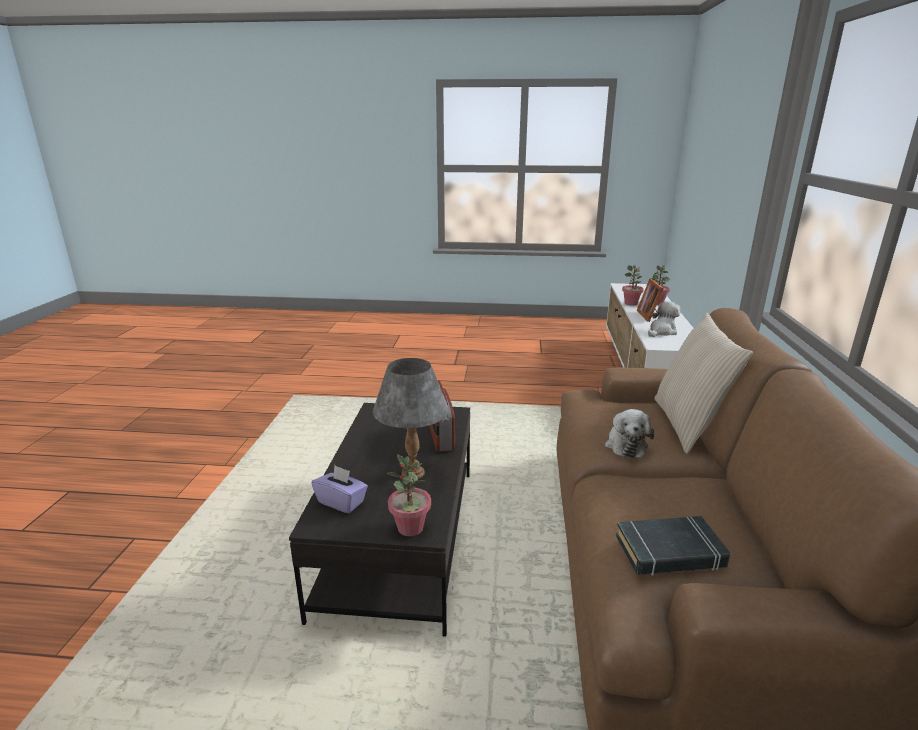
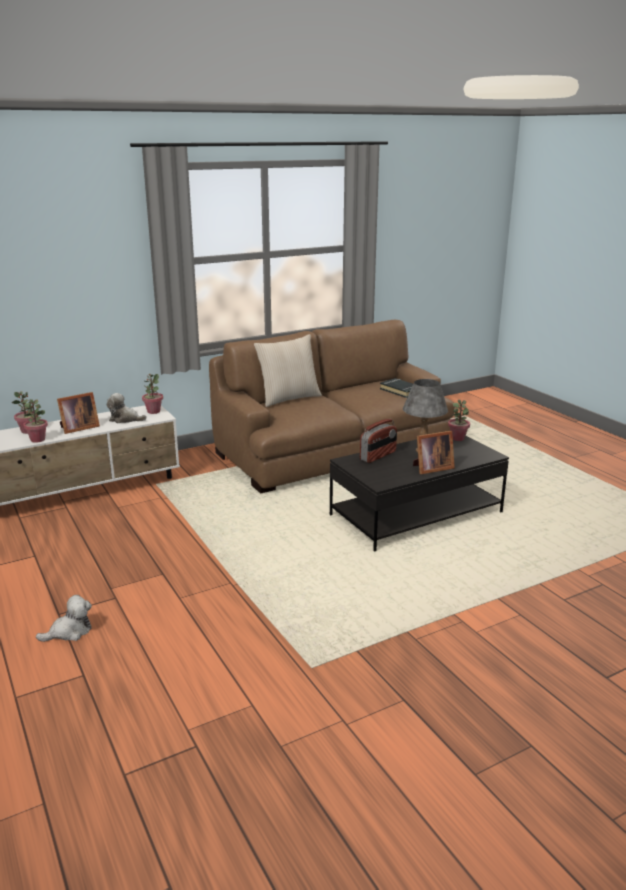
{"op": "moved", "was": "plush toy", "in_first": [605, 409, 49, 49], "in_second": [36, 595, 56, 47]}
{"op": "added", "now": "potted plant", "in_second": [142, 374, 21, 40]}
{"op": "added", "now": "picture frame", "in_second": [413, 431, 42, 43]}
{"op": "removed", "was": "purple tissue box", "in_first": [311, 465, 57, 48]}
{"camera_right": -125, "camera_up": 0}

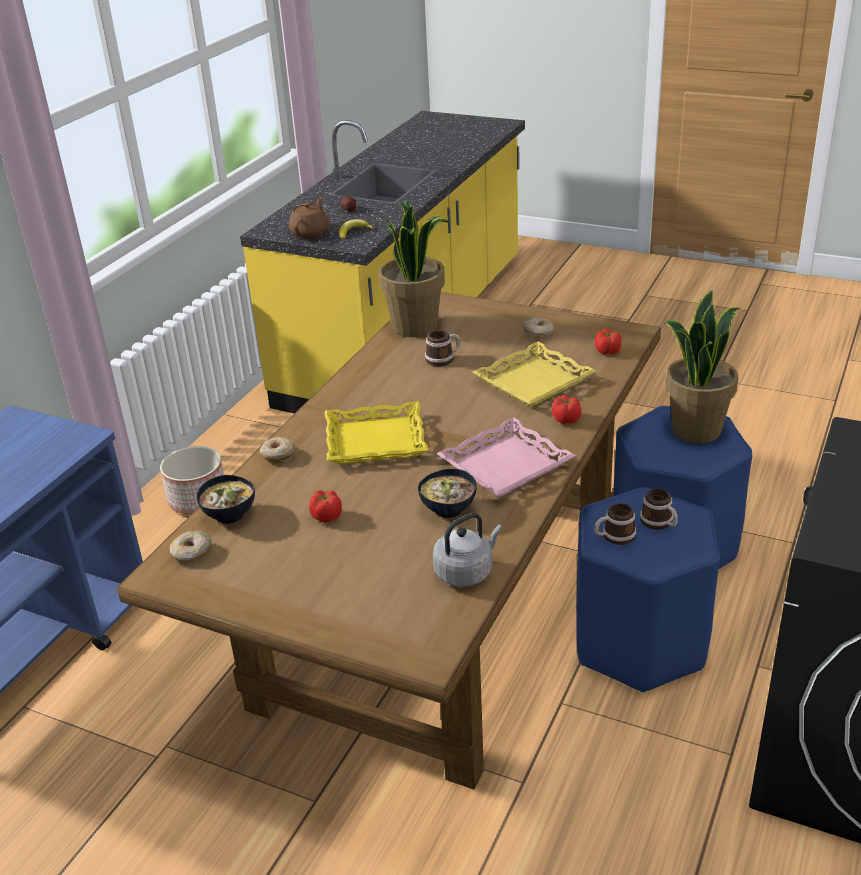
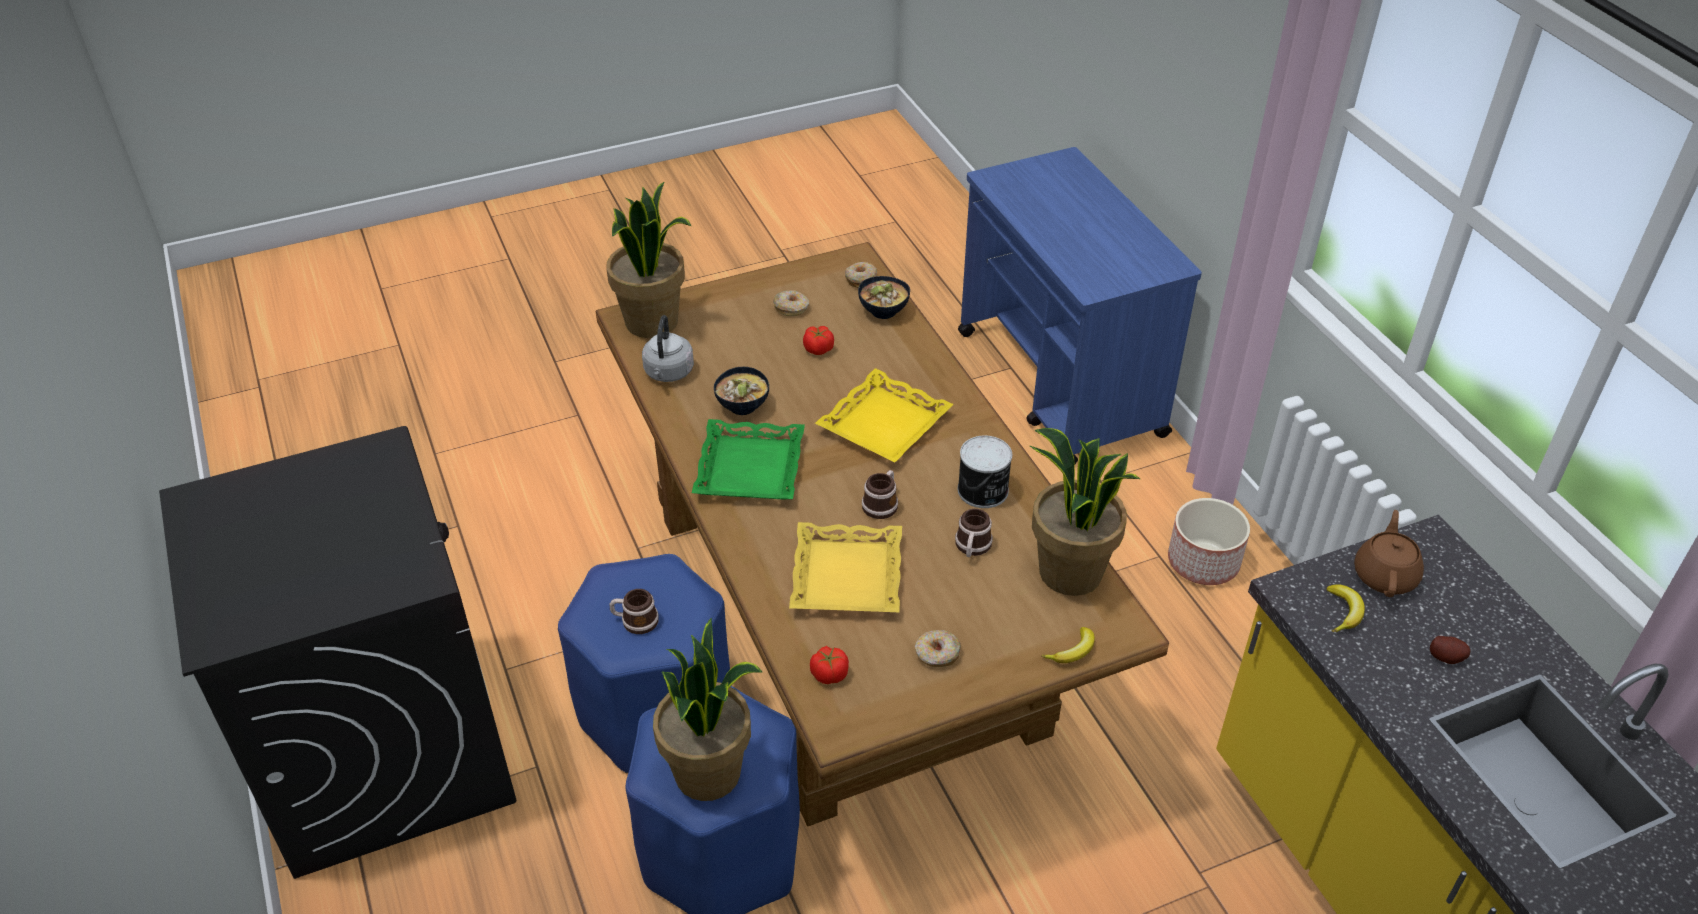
{"op": "added", "now": "potted plant", "in_second": [606, 181, 85, 157]}
{"op": "recoloured", "was": "pink tray", "now": "green tray", "in_first": [436, 417, 140, 80], "in_second": [692, 419, 113, 80]}
{"op": "moved", "was": "donut", "in_first": [260, 437, 35, 27], "in_second": [773, 290, 36, 26]}
{"op": "moved", "was": "mug", "in_first": [594, 503, 42, 42], "in_second": [862, 470, 36, 49]}
{"op": "added", "now": "can", "in_second": [958, 435, 54, 73]}
{"op": "added", "now": "banana", "in_second": [1041, 627, 54, 36]}
{"op": "turned", "was": "brown teapot", "in_first": [289, 197, 40, 41], "in_second": [1354, 510, 70, 87], "clockwise": -135}
{"op": "removed", "was": "tomato", "in_first": [552, 395, 30, 29]}
{"camera_right": 130, "camera_up": 10}

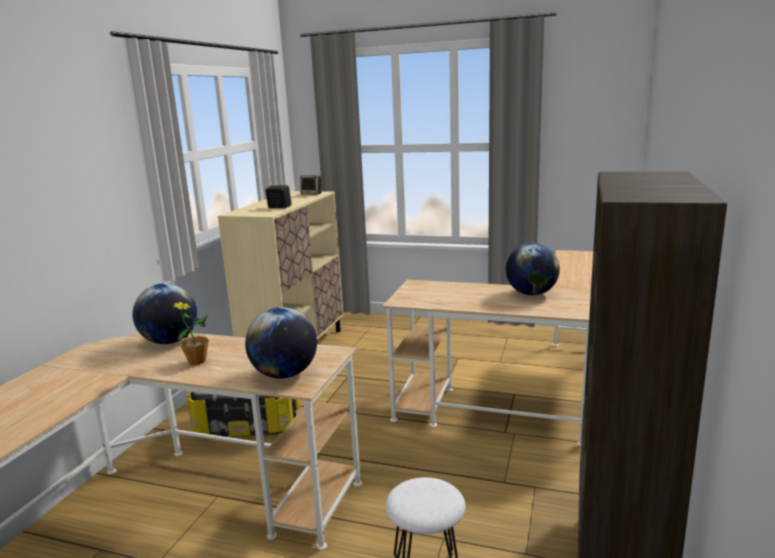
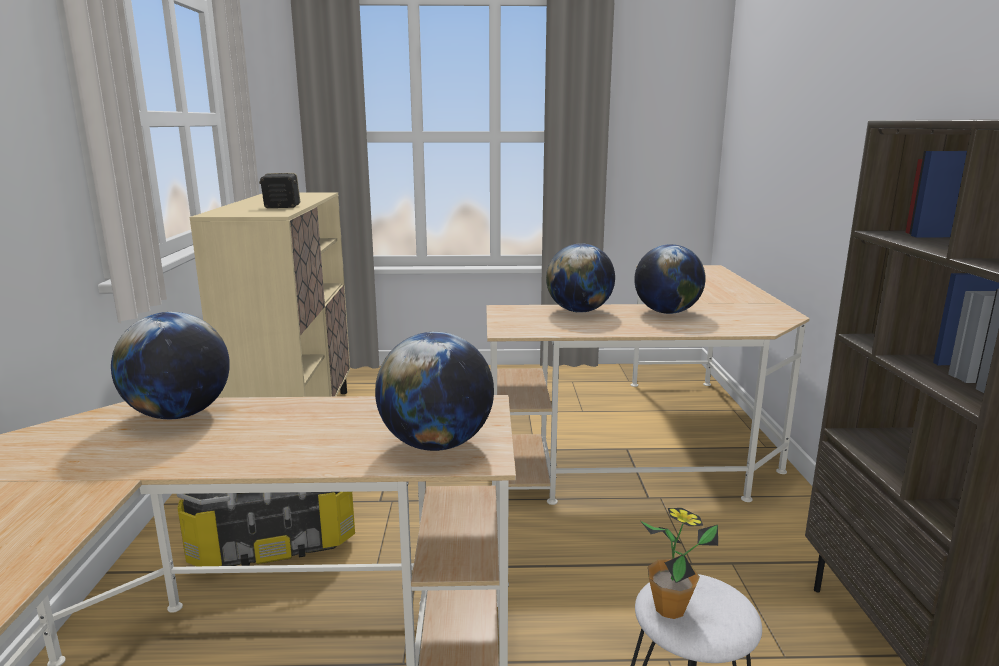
{"op": "added", "now": "globe", "in_second": [546, 243, 69, 70]}
{"op": "moved", "was": "potted plant", "in_first": [172, 302, 37, 63], "in_second": [640, 508, 78, 111]}
{"op": "removed", "was": "speaker", "in_first": [300, 175, 22, 20]}
{"camera_right": -20, "camera_up": 0}

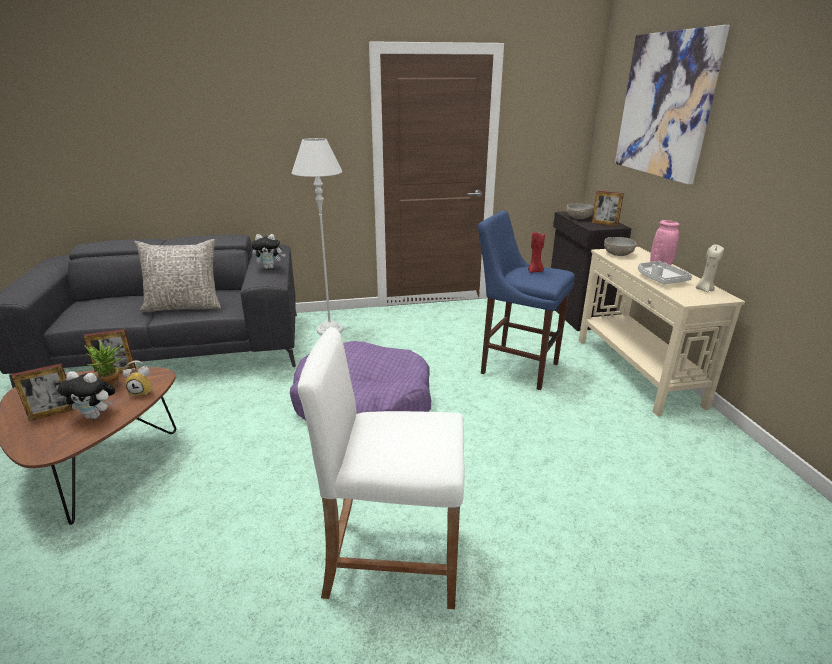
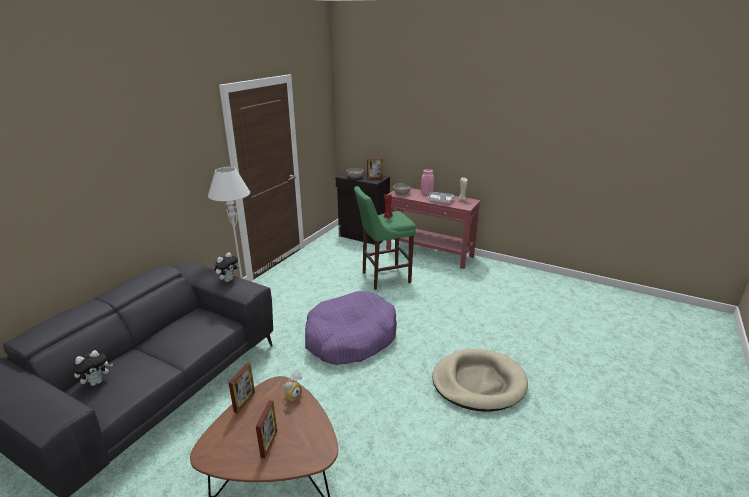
{"op": "moved", "was": "plush toy", "in_first": [57, 371, 58, 48], "in_second": [72, 350, 41, 36]}
{"op": "recoloured", "was": "blue stool", "now": "green stool", "in_first": [478, 210, 97, 180], "in_second": [354, 186, 62, 104]}
{"op": "recoloured", "was": "beige console table", "now": "red console table", "in_first": [579, 247, 166, 169], "in_second": [386, 188, 95, 81]}
{"op": "replaced", "was": "white stool", "now": "beige dog bed", "in_first": [298, 327, 167, 282], "in_second": [432, 349, 96, 62]}
{"op": "removed", "was": "potted plant", "in_first": [84, 339, 39, 48]}
{"op": "removed", "was": "grey pillow", "in_first": [134, 239, 87, 73]}
{"op": "removed", "was": "picture", "in_first": [615, 25, 115, 160]}
{"camera_right": -50, "camera_up": 0}

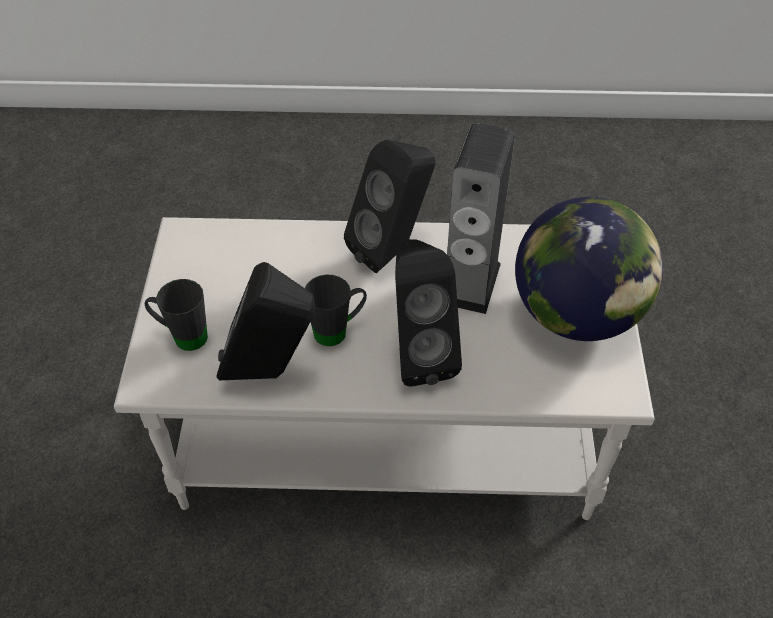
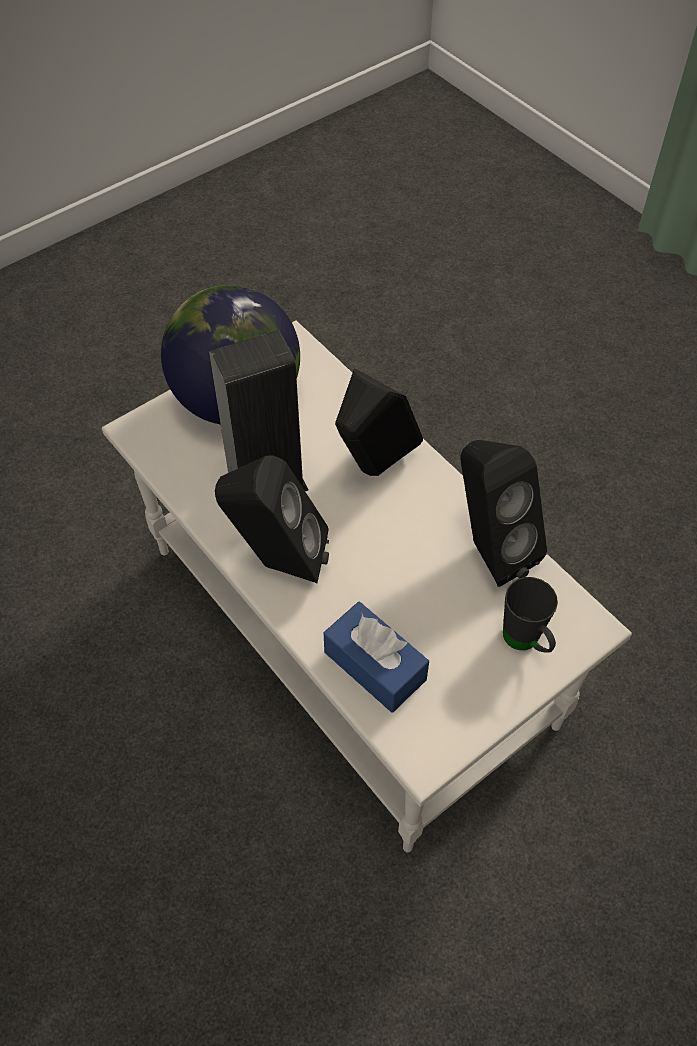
{"op": "added", "now": "blue tissue box", "in_second": [324, 602, 105, 111]}
{"op": "removed", "was": "black mug", "in_first": [305, 275, 62, 71]}
{"camera_right": -130, "camera_up": 5}

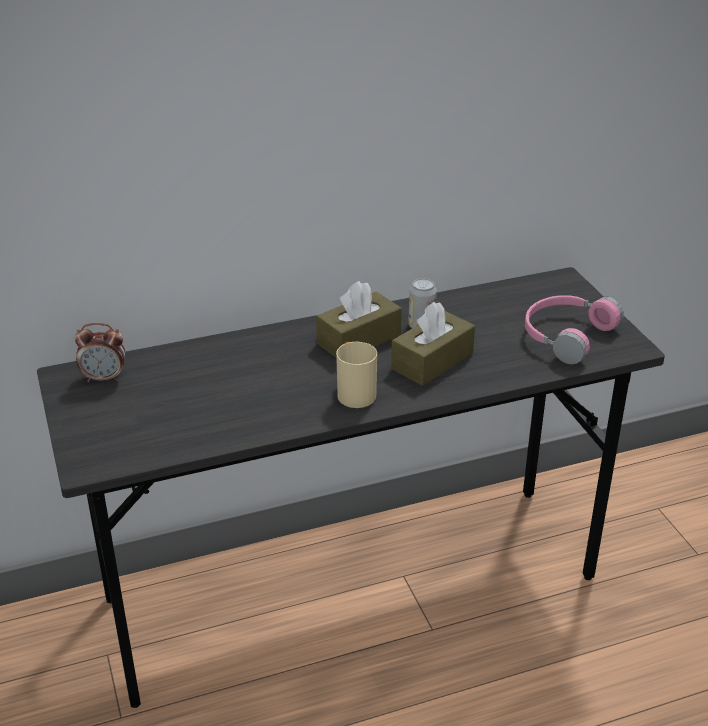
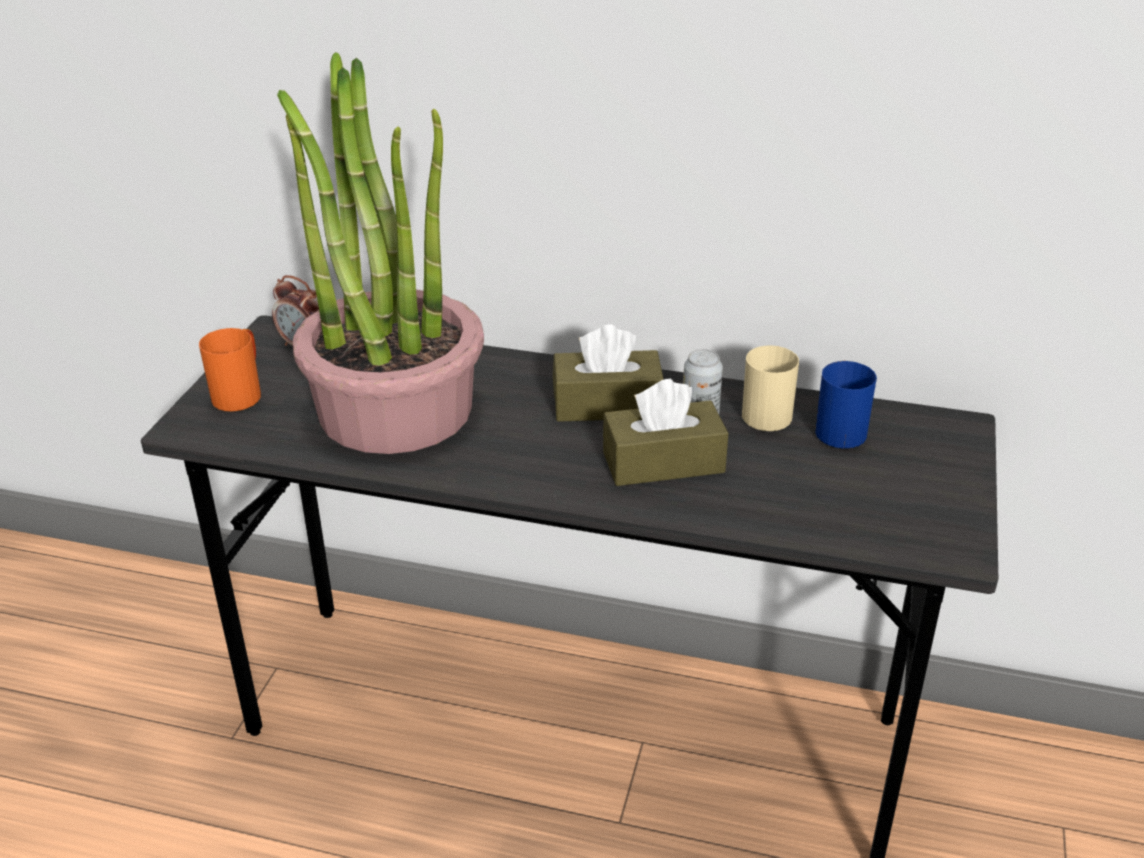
{"op": "added", "now": "orange mug", "in_second": [199, 328, 62, 84]}
{"op": "added", "now": "potted plant", "in_second": [277, 52, 207, 402]}
{"op": "moved", "was": "beige mug", "in_first": [336, 342, 41, 66], "in_second": [742, 345, 57, 86]}
{"op": "added", "now": "blue mug", "in_second": [815, 361, 62, 88]}
{"op": "removed", "was": "pink headphones", "in_first": [525, 295, 99, 69]}
{"camera_right": 35, "camera_up": 0}

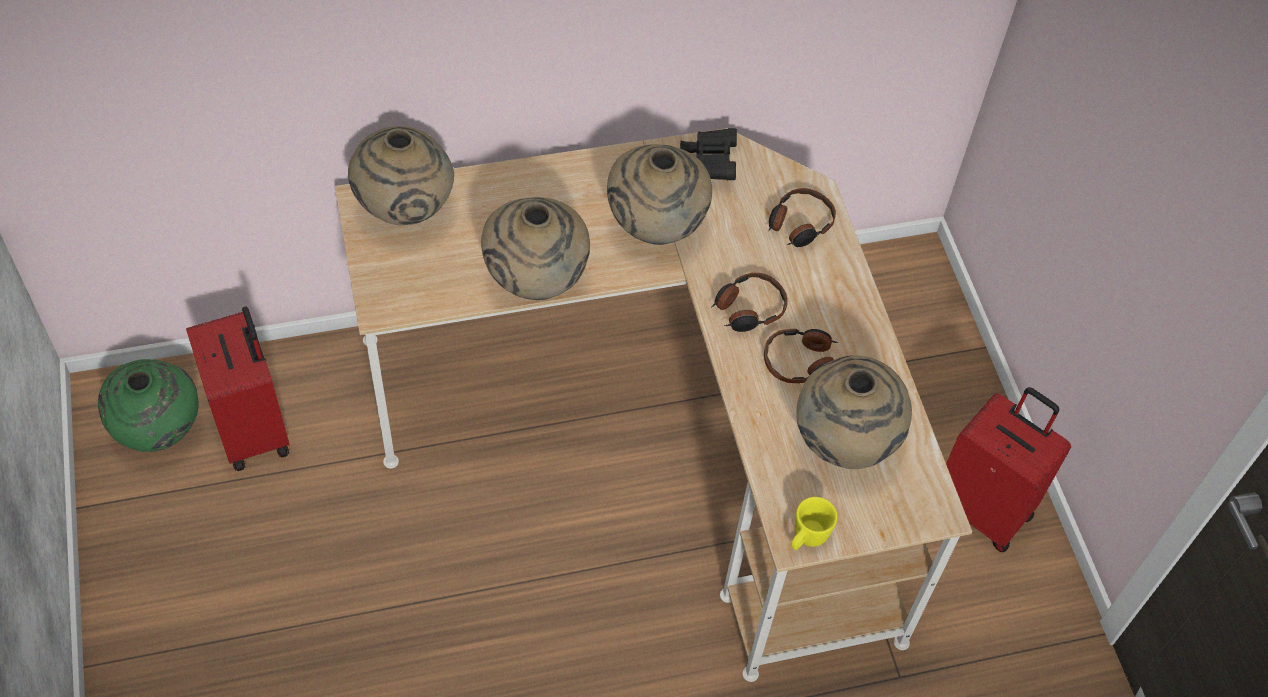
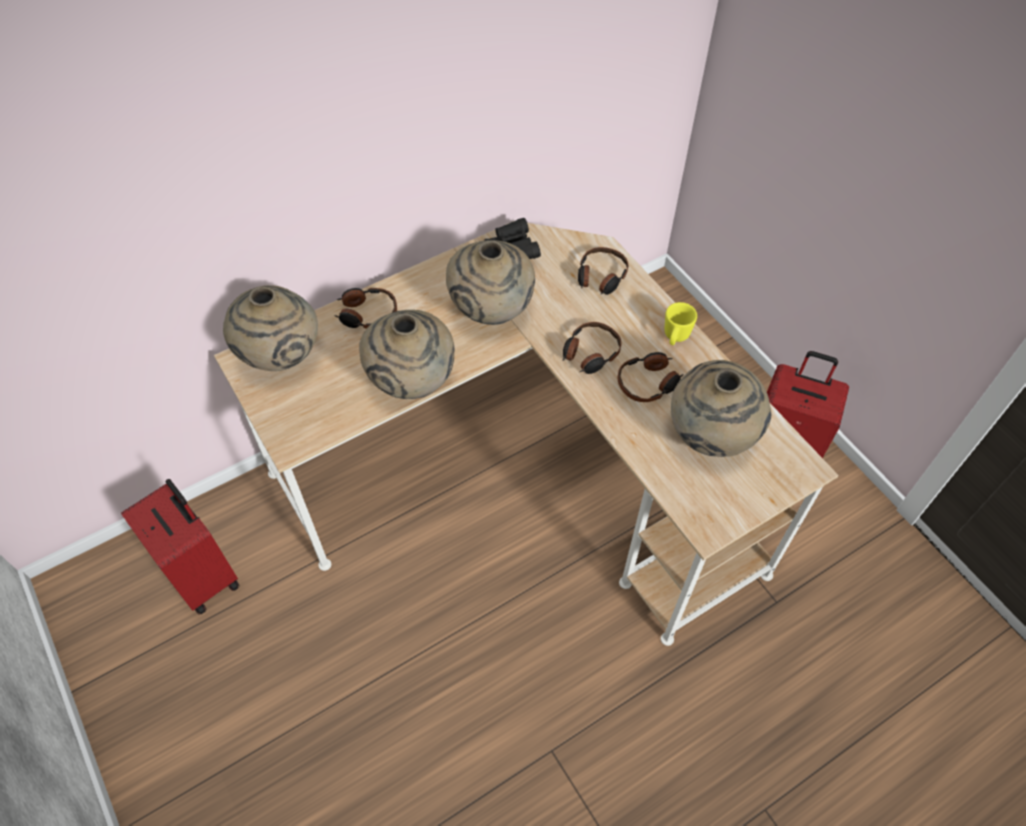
{"op": "added", "now": "headphones", "in_second": [334, 288, 63, 41]}
{"op": "moved", "was": "yellow mug", "in_first": [791, 497, 47, 53], "in_second": [665, 302, 32, 43]}
{"op": "removed", "was": "green vase", "in_first": [98, 359, 101, 93]}
{"camera_right": -15, "camera_up": 0}

